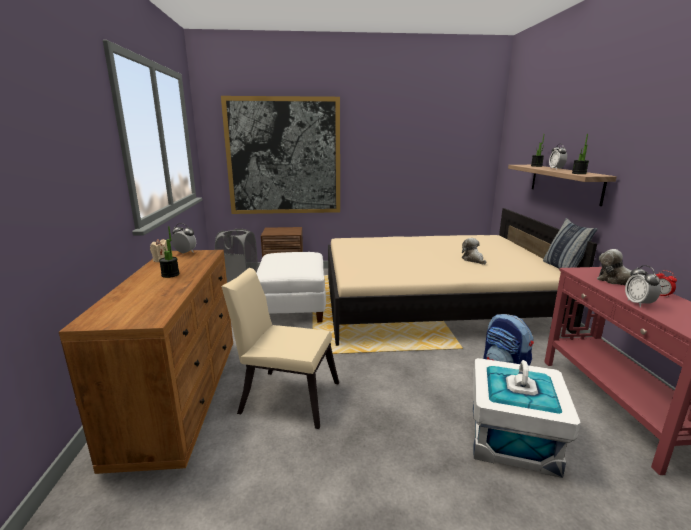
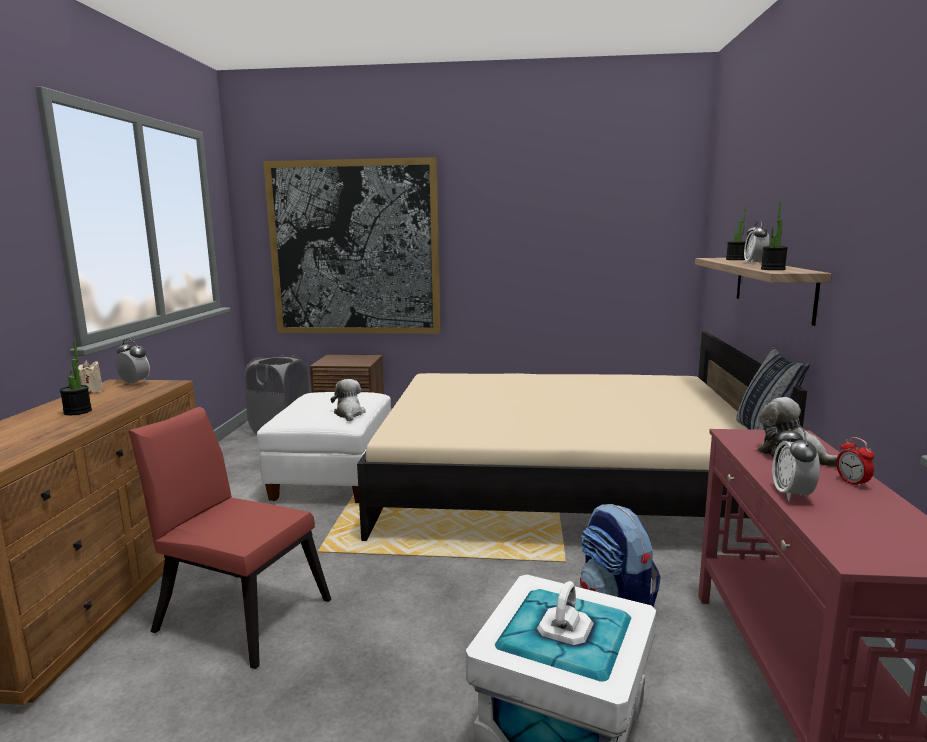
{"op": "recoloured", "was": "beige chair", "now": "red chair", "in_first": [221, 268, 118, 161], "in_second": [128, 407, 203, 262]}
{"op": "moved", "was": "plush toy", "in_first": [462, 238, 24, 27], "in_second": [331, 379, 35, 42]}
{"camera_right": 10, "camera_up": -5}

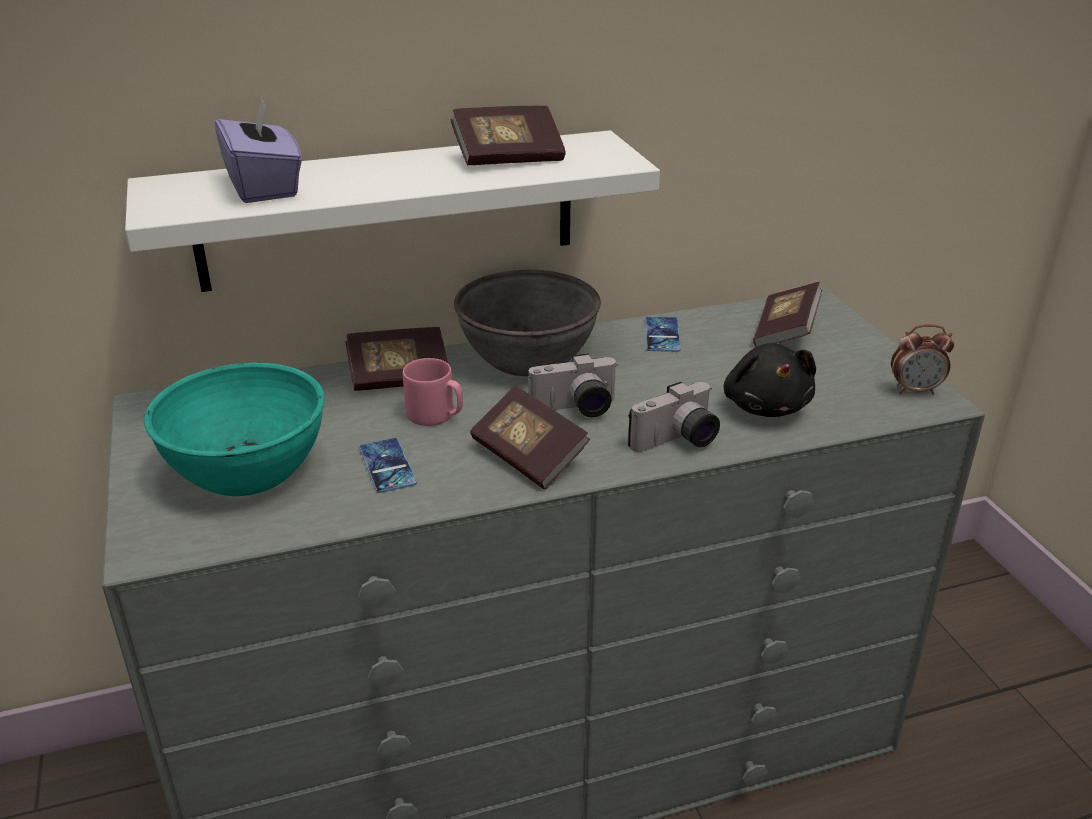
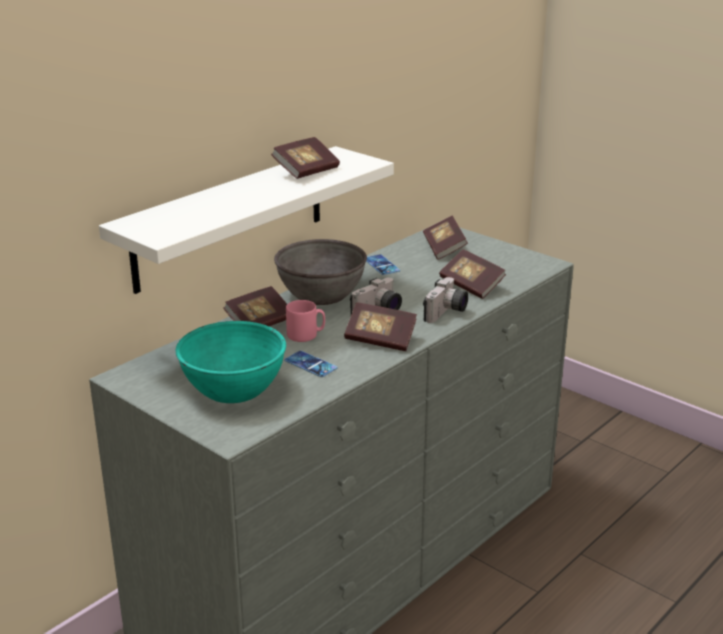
{"op": "replaced", "was": "black plush toy", "now": "book", "in_first": [723, 343, 93, 74], "in_second": [439, 249, 67, 50]}
{"op": "removed", "was": "purple tissue box", "in_first": [215, 97, 87, 106]}
{"op": "removed", "was": "alarm clock", "in_first": [891, 324, 63, 71]}
{"camera_right": -30, "camera_up": -5}

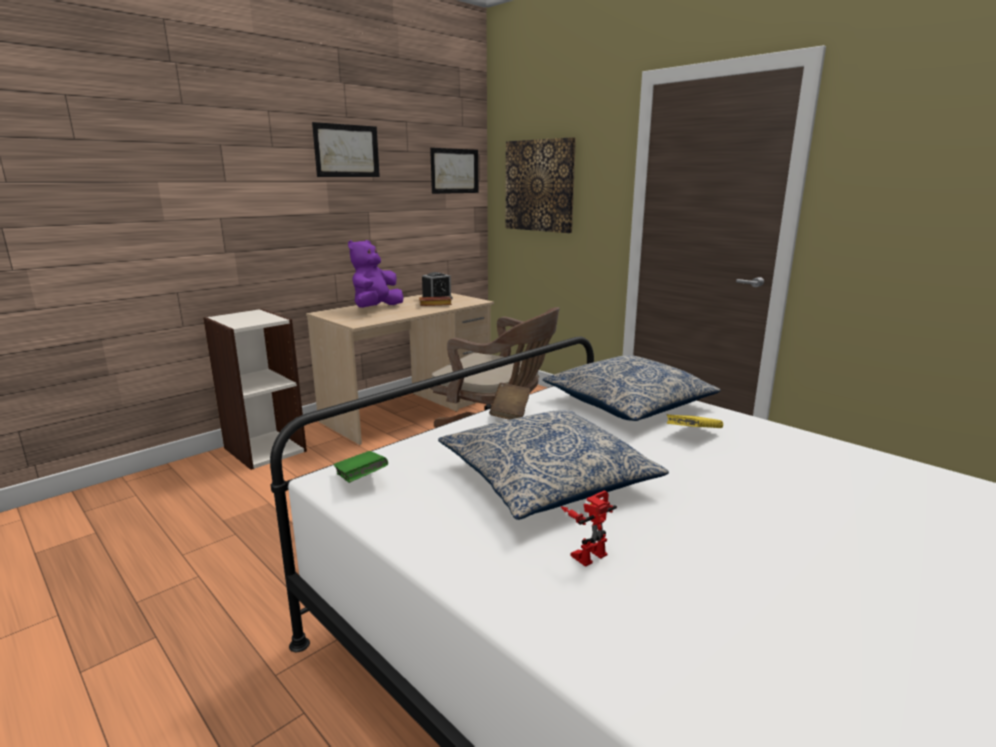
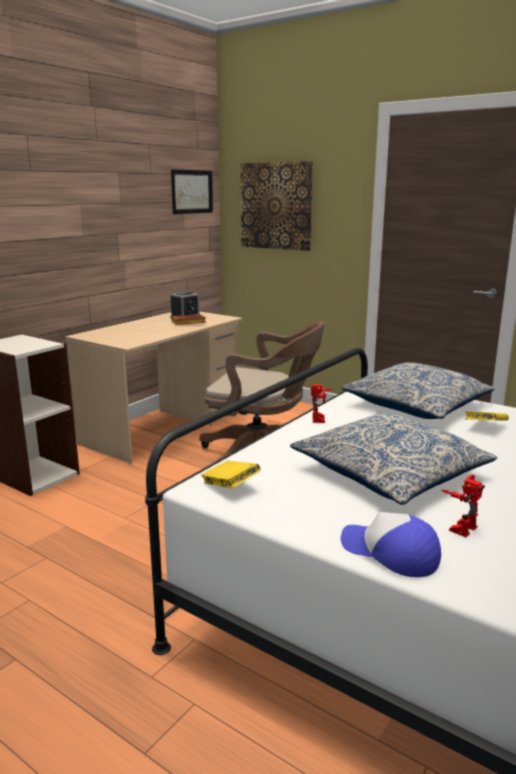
{"op": "recoloured", "was": "green book", "now": "yellow book", "in_first": [334, 451, 54, 32], "in_second": [201, 461, 59, 28]}
{"op": "replaced", "was": "brown book", "now": "toy robot", "in_first": [489, 383, 42, 37], "in_second": [311, 384, 22, 39]}
{"op": "added", "now": "cap", "in_second": [341, 512, 100, 65]}
{"op": "removed", "was": "picture", "in_first": [312, 122, 68, 55]}
{"op": "removed", "was": "purple plush toy", "in_first": [348, 240, 55, 68]}
{"camera_right": -10, "camera_up": 0}

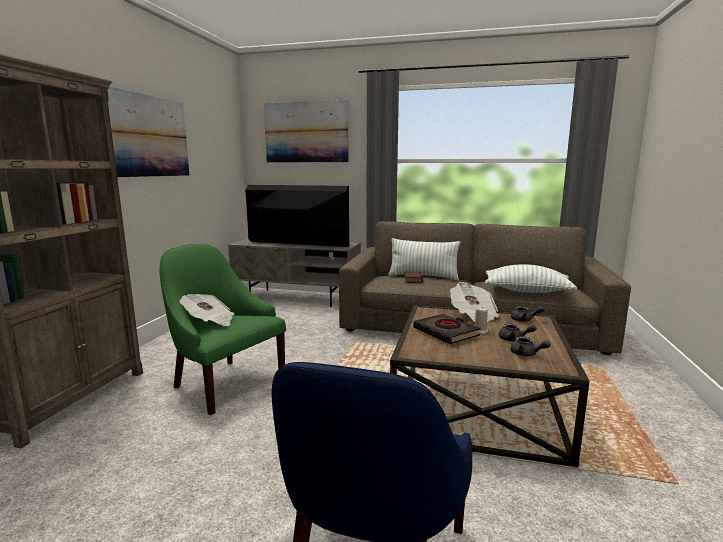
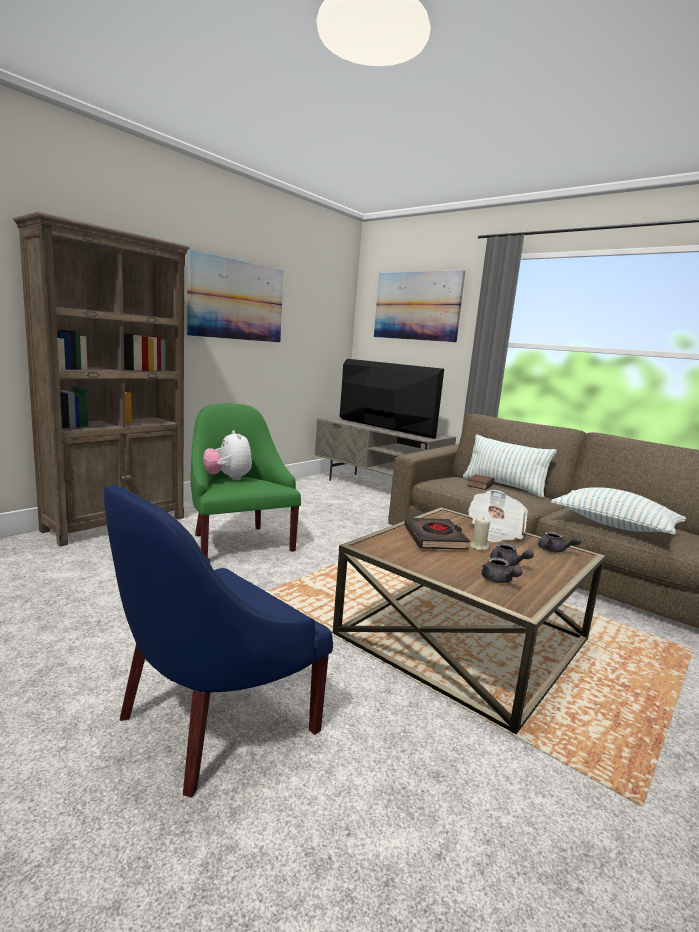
{"op": "replaced", "was": "newspaper", "now": "plush toy", "in_first": [180, 294, 54, 32], "in_second": [203, 430, 49, 51]}
{"camera_right": 25, "camera_up": 0}

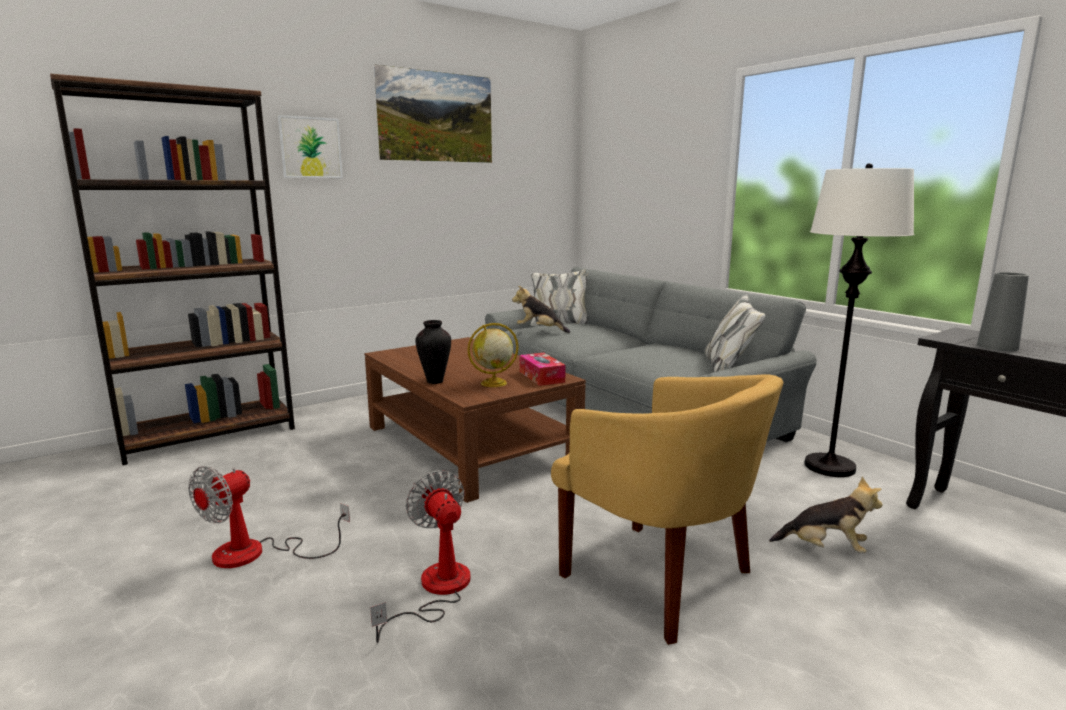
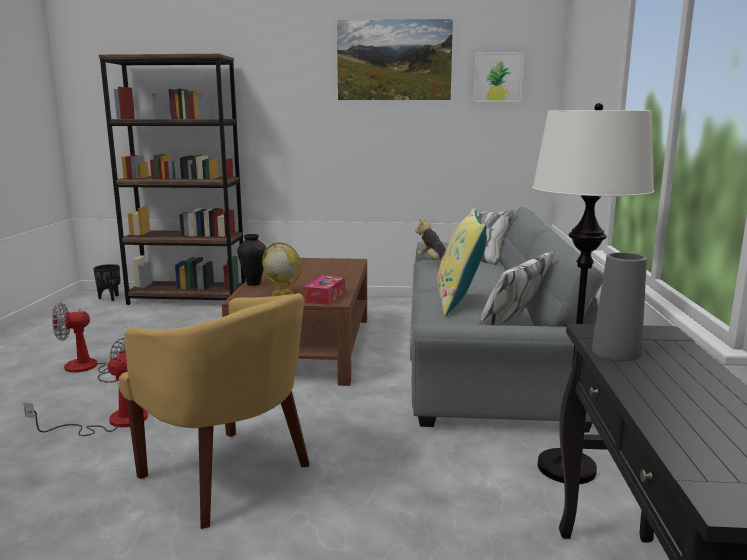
{"op": "added", "now": "black planter", "in_second": [93, 264, 28, 37]}
{"op": "turned", "was": "yellow armchair", "in_first": [551, 374, 232, 271], "in_second": [119, 293, 190, 236], "clockwise": -45}
{"op": "added", "now": "yellow pillow", "in_second": [437, 210, 50, 106]}
{"op": "moved", "was": "picture", "in_first": [278, 115, 65, 63], "in_second": [473, 52, 51, 50]}
{"op": "removed", "was": "plush toy", "in_first": [769, 477, 113, 76]}
{"camera_right": 40, "camera_up": 0}

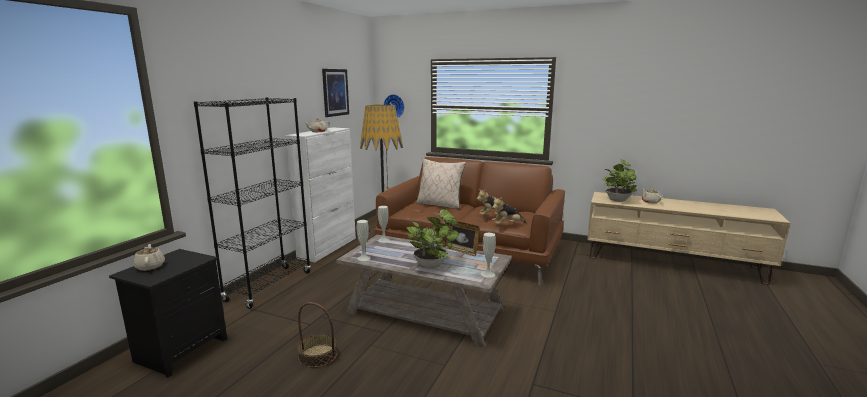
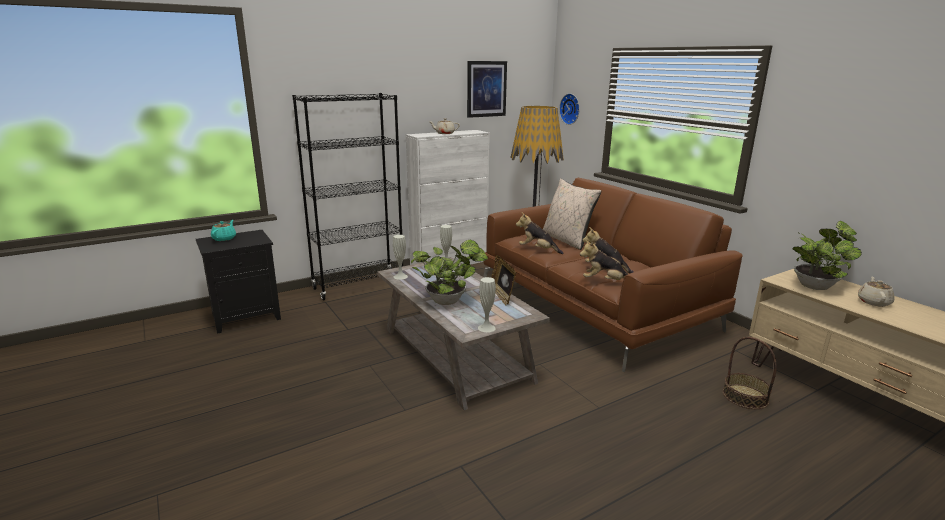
{"op": "recoloured", "was": "beige teapot", "now": "turquoise teapot", "in_first": [133, 244, 32, 27], "in_second": [211, 220, 25, 21]}
{"op": "added", "now": "plush toy", "in_second": [516, 212, 47, 42]}
{"op": "moved", "was": "basket", "in_first": [297, 302, 40, 66], "in_second": [723, 337, 54, 72]}
{"camera_right": 35, "camera_up": 5}

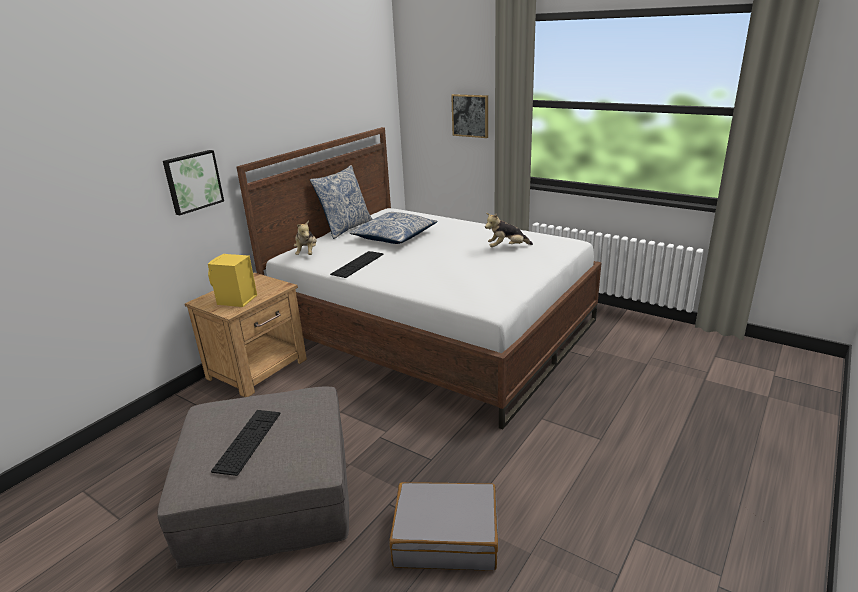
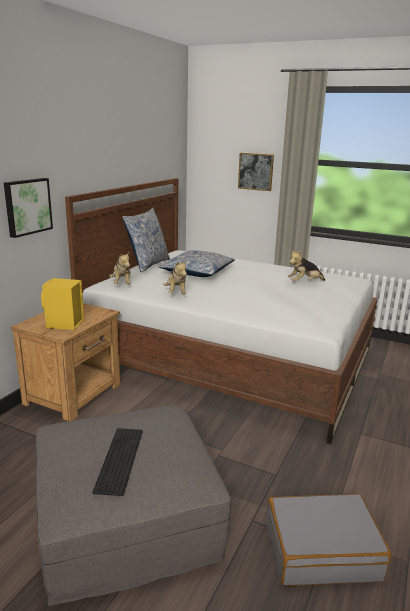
{"op": "replaced", "was": "keyboard", "now": "plush toy", "in_first": [330, 251, 54, 27], "in_second": [163, 259, 24, 35]}
{"camera_right": -10, "camera_up": -5}

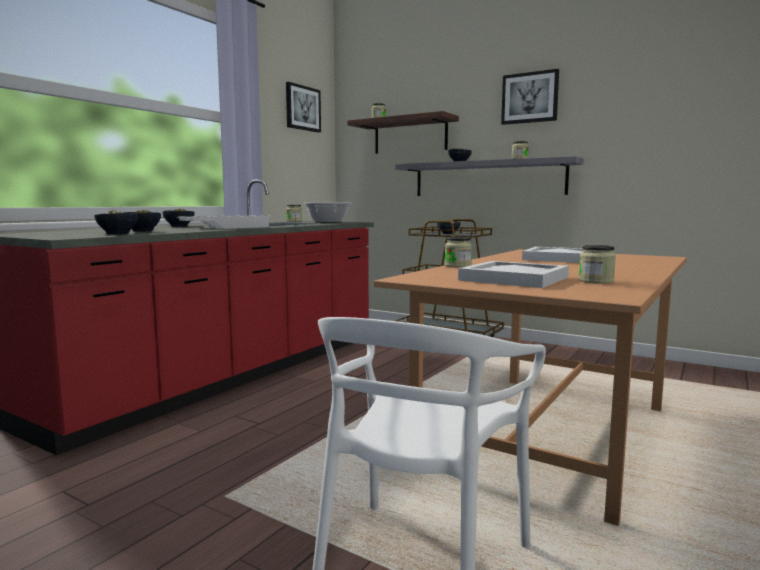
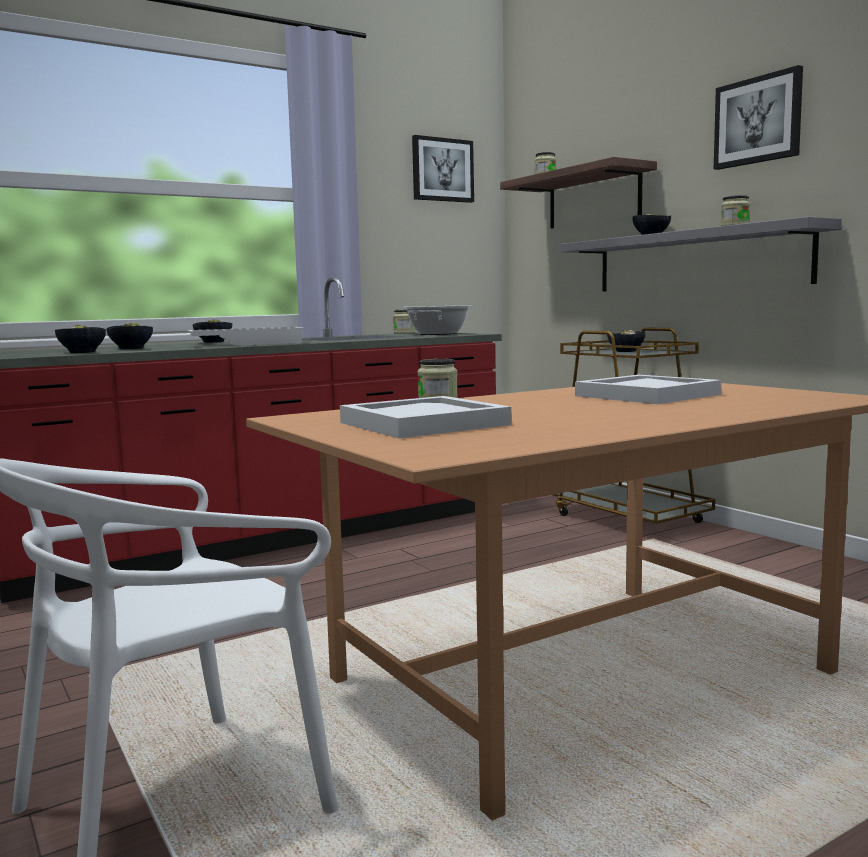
{"op": "removed", "was": "jar", "in_first": [579, 245, 37, 39]}
{"camera_right": 25, "camera_up": 0}

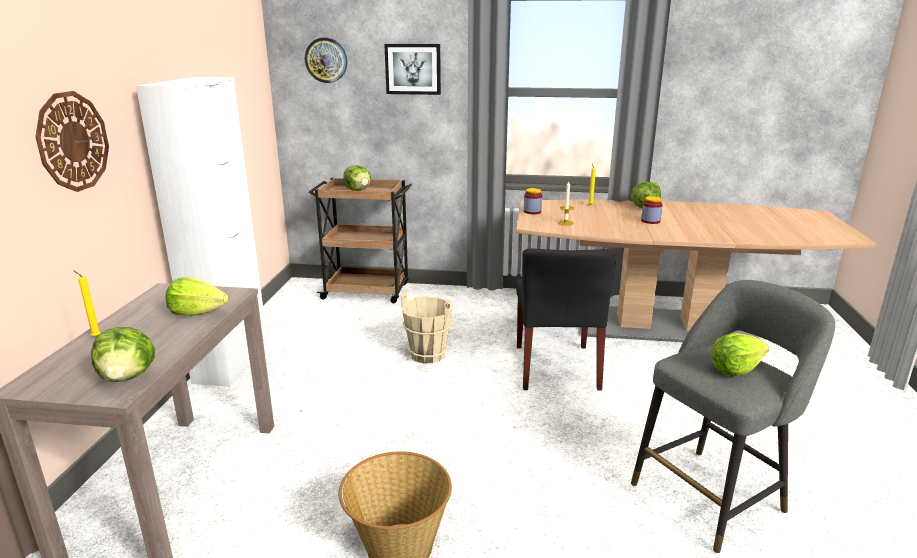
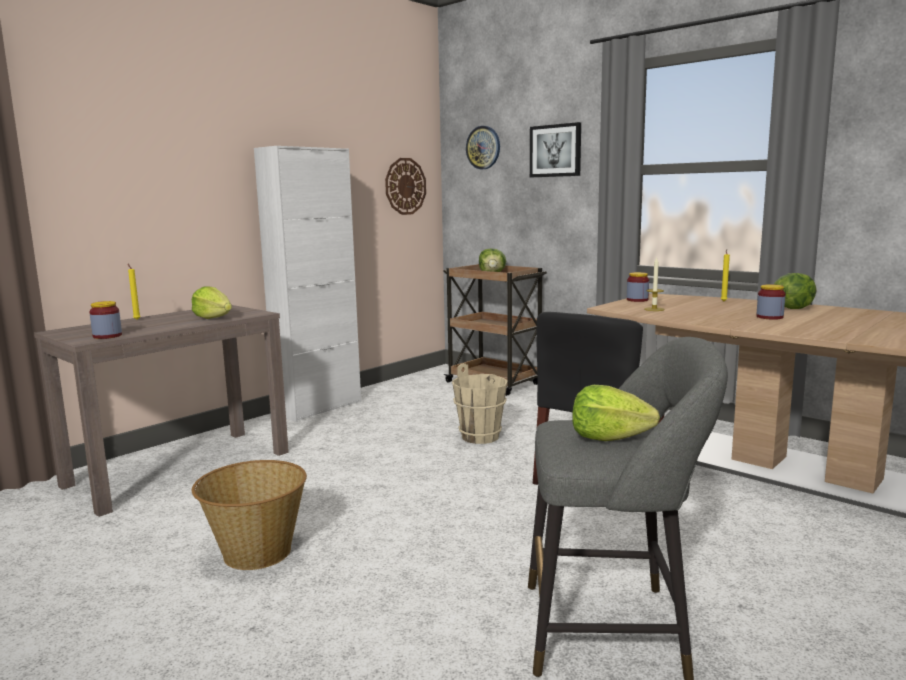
{"op": "replaced", "was": "lettuce", "now": "jar", "in_first": [91, 327, 64, 55], "in_second": [89, 301, 33, 38]}
{"op": "moved", "was": "wall clock", "in_first": [35, 91, 74, 101], "in_second": [385, 158, 41, 57]}
{"camera_right": 35, "camera_up": -10}

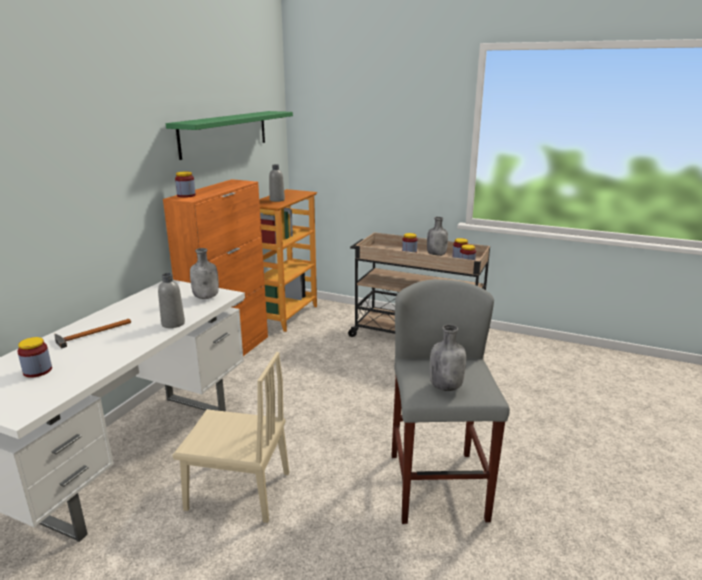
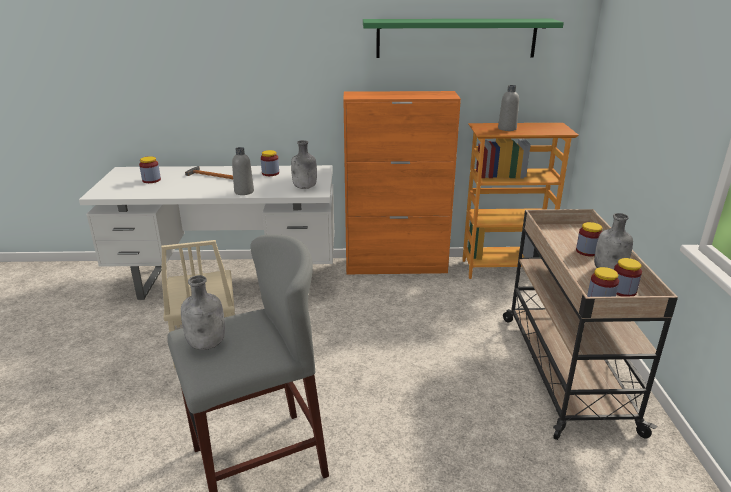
{"op": "moved", "was": "jar", "in_first": [175, 171, 21, 27], "in_second": [261, 150, 18, 26]}
{"camera_right": 65, "camera_up": 5}

